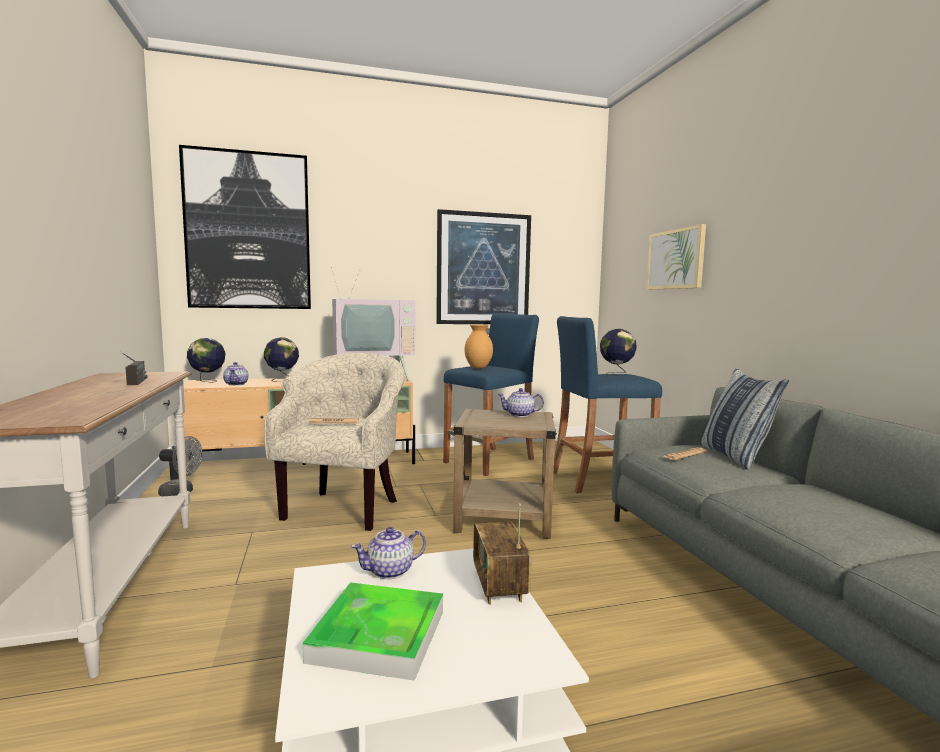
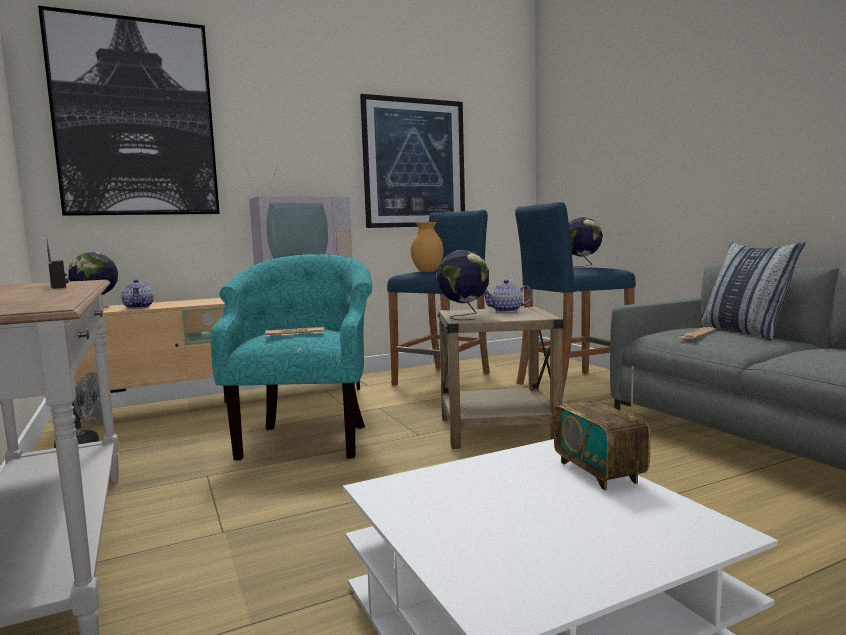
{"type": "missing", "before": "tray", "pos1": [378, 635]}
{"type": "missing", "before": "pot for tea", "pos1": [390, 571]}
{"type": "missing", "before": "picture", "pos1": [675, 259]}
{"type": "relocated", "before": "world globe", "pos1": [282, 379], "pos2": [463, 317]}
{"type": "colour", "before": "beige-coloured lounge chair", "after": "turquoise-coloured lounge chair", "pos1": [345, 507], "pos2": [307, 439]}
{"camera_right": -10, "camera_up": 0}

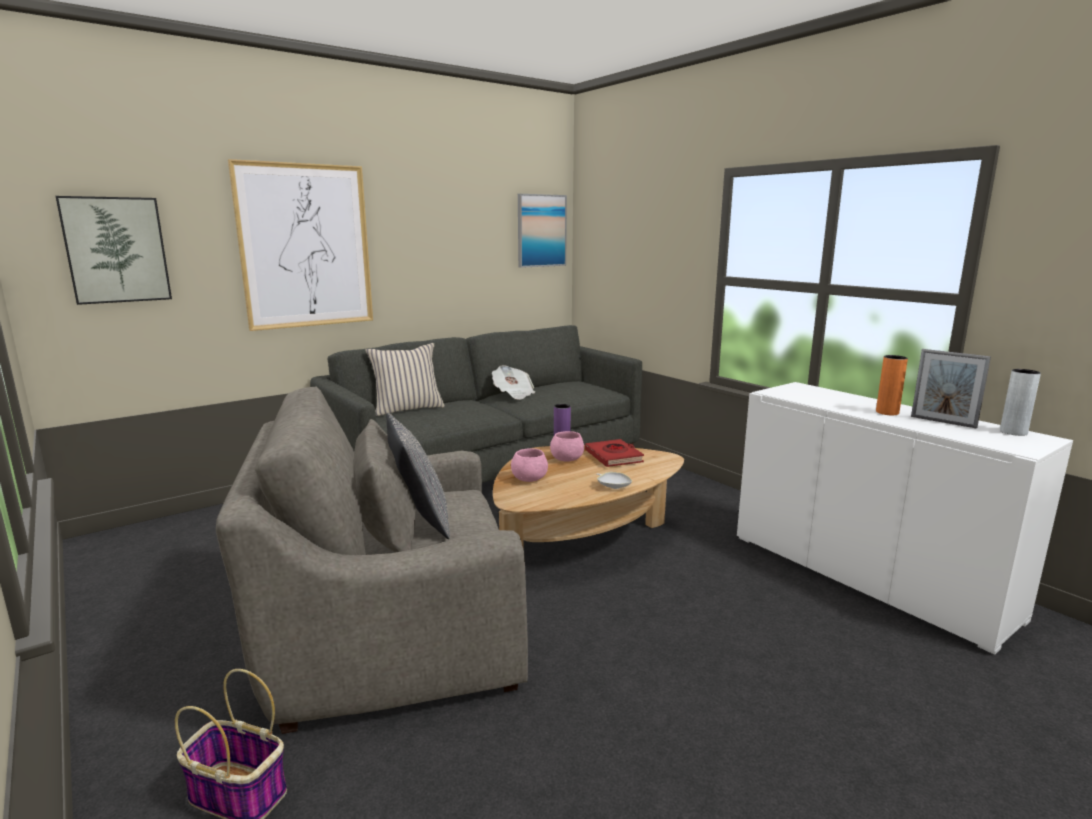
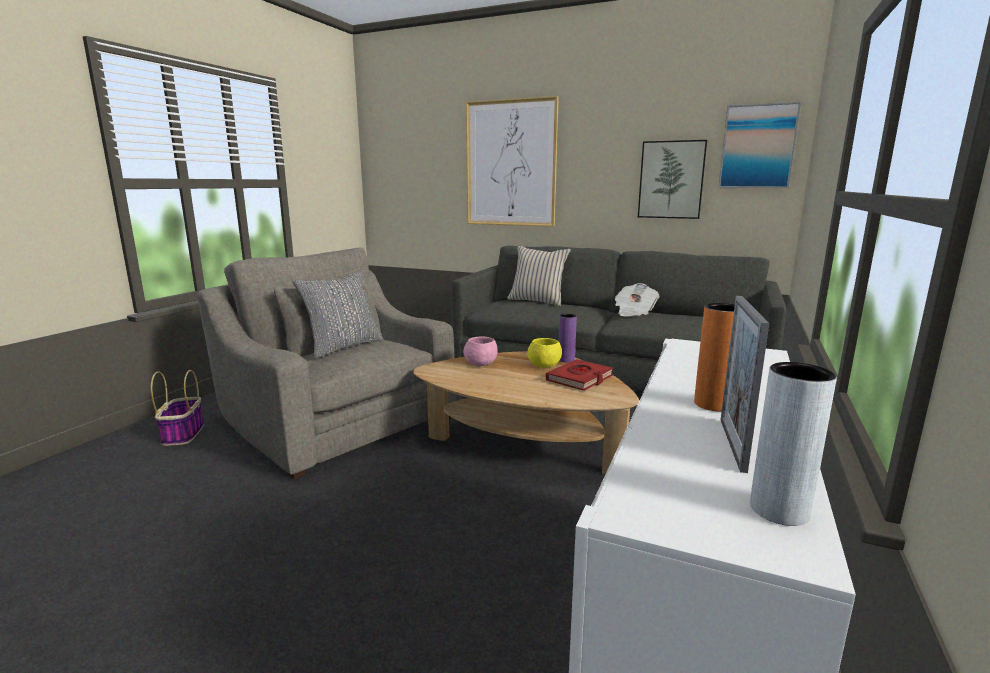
{"type": "missing", "before": "white-coloured bowl", "pos1": [613, 486]}
{"type": "relocated", "before": "picture", "pos1": [116, 250], "pos2": [671, 180]}
{"type": "colour", "before": "pink bowl", "after": "yellowish bowl", "pos1": [567, 459], "pos2": [544, 366]}
{"camera_right": 60, "camera_up": 0}

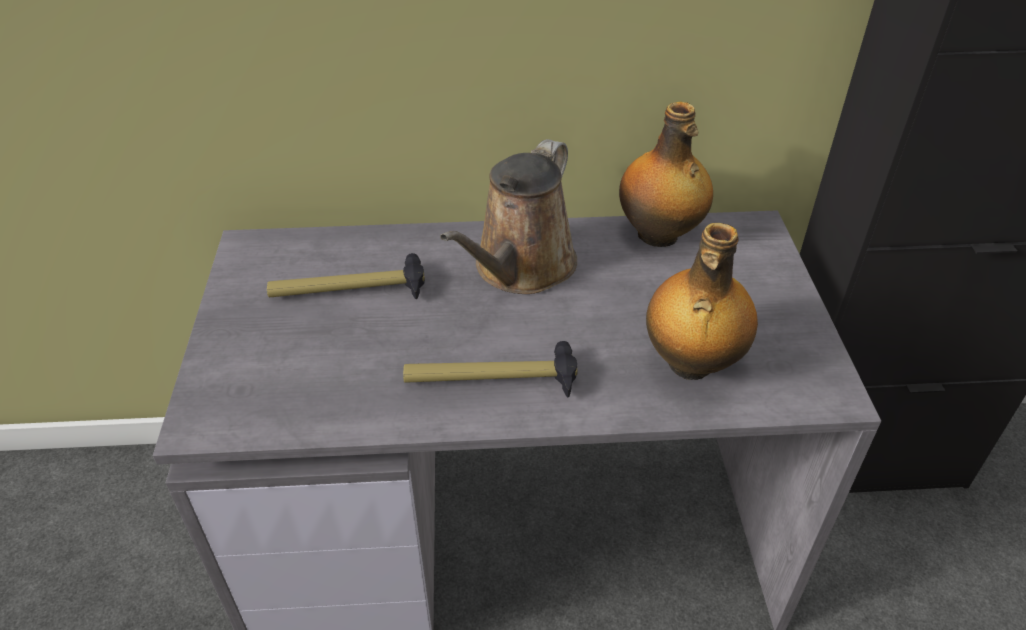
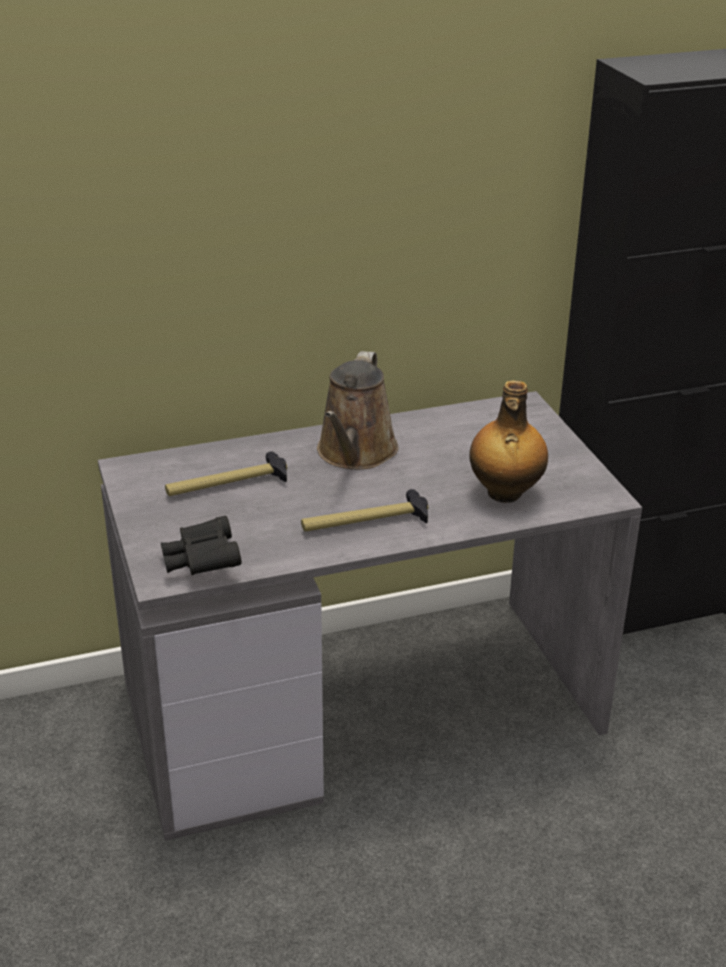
{"type": "missing", "before": "bottle", "pos1": [659, 235]}
{"type": "appeared", "after": "black-coloured pair of binoculars", "pos2": [202, 563]}
{"camera_right": -15, "camera_up": -10}

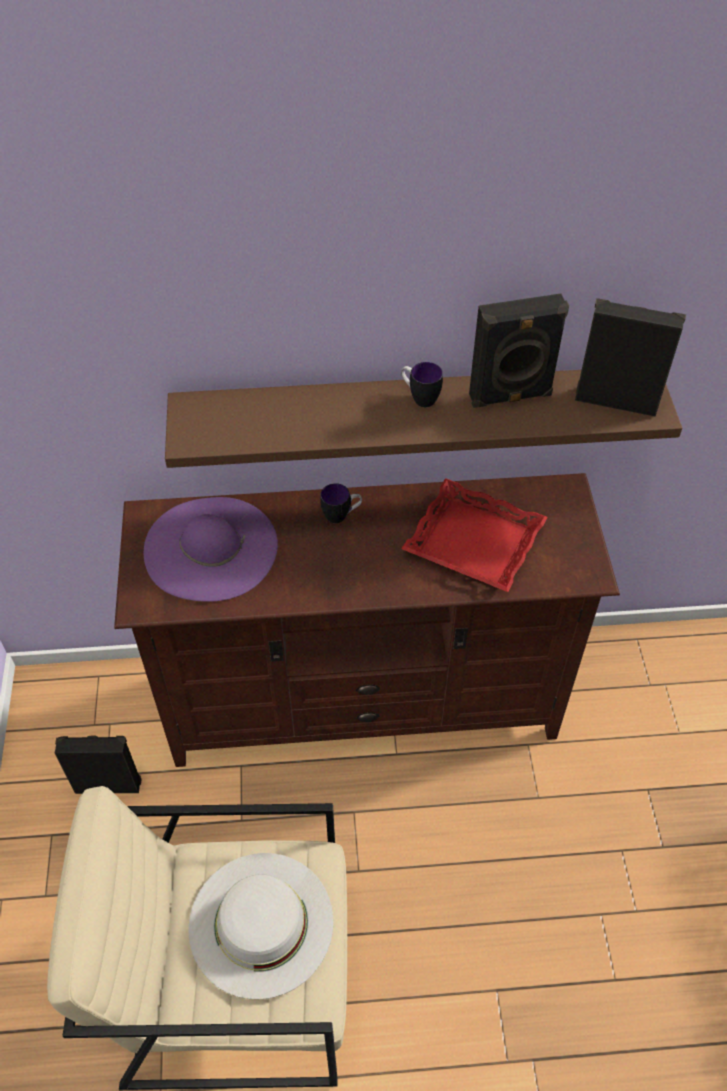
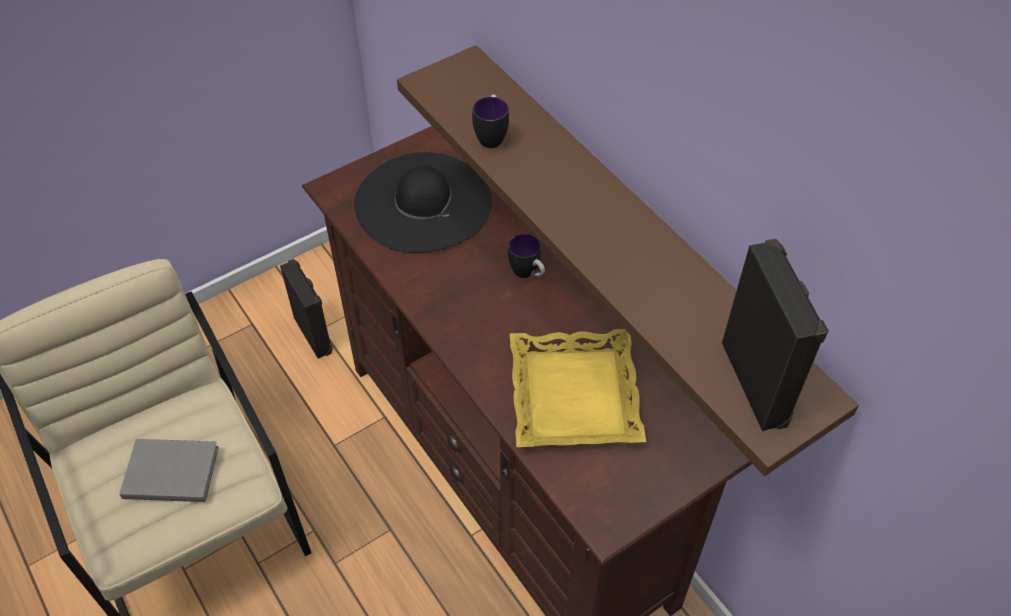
{"type": "missing", "before": "black-coloured loudspeaker", "pos1": [510, 397]}
{"type": "relocated", "before": "coffee mug", "pos1": [419, 398], "pos2": [491, 136]}
{"type": "exchanged", "before": "white-coloured wearable hat", "after": "grey book", "pos1": [261, 923], "pos2": [169, 471]}
{"type": "colour", "before": "purple-coloured wearable hat", "after": "black-coloured wearable hat", "pos1": [210, 548], "pos2": [423, 202]}
{"type": "colour", "before": "red-coloured tray", "after": "yellowish tray", "pos1": [474, 541], "pos2": [575, 395]}
{"camera_right": 60, "camera_up": 0}

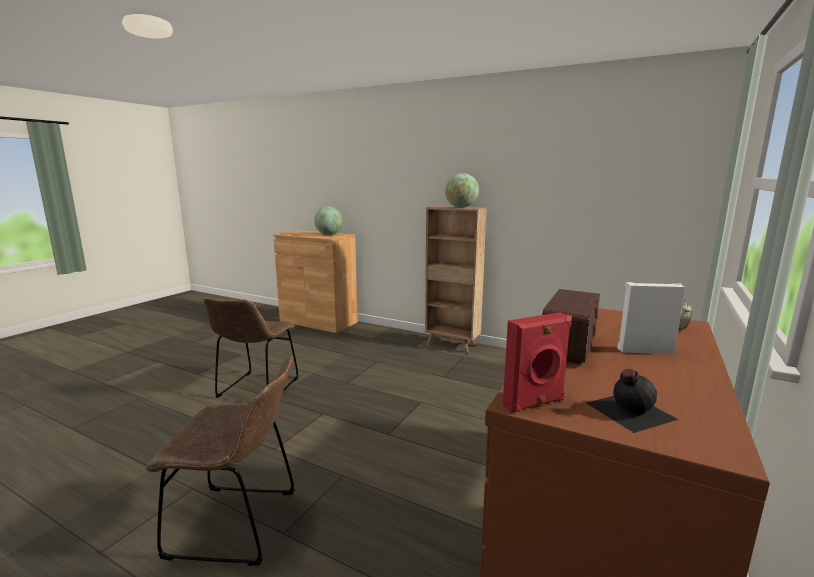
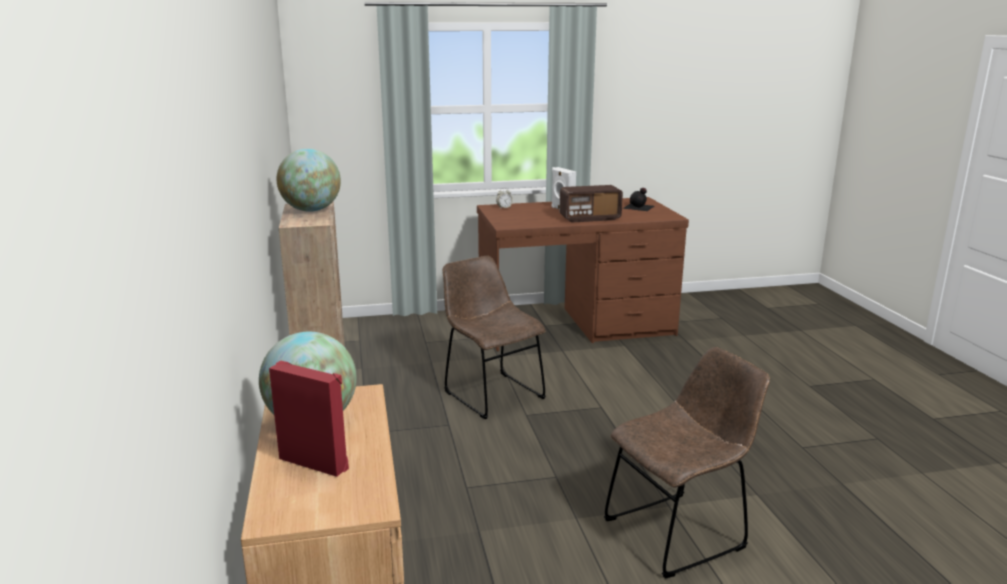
{"type": "relocated", "before": "brown-coloured upright chair", "pos1": [240, 524], "pos2": [491, 393]}
{"type": "relocated", "before": "red-coloured loudspeaker", "pos1": [535, 403], "pos2": [315, 462]}
{"camera_right": -130, "camera_up": 5}

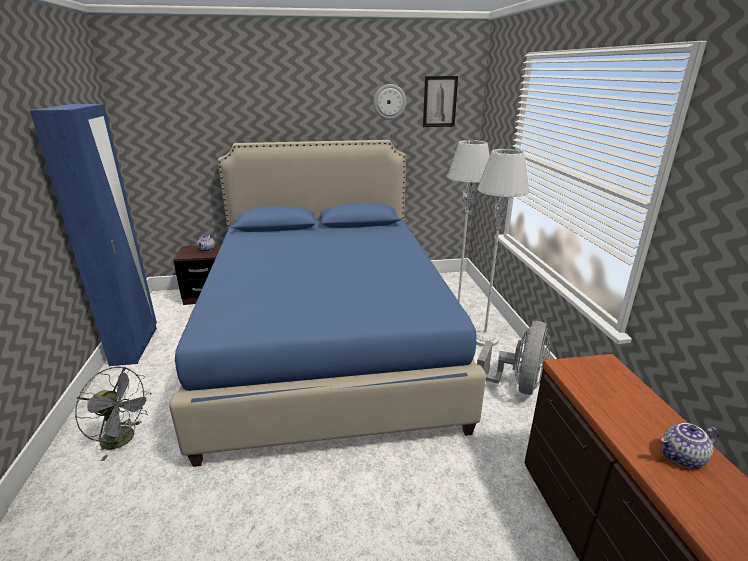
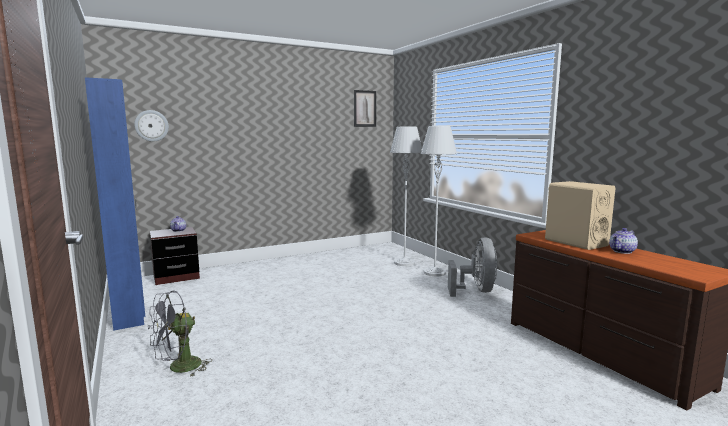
{"type": "missing", "before": "bluish sleeping bed", "pos1": [327, 343]}
{"type": "appeared", "after": "beige-coloured loudspeaker", "pos2": [575, 242]}
{"type": "relocated", "before": "clock on the wall", "pos1": [389, 102], "pos2": [151, 125]}
{"type": "spun", "before": "grey fan", "pos1": [124, 439], "pos2": [178, 368], "turn": 135}
{"camera_right": -20, "camera_up": -15}

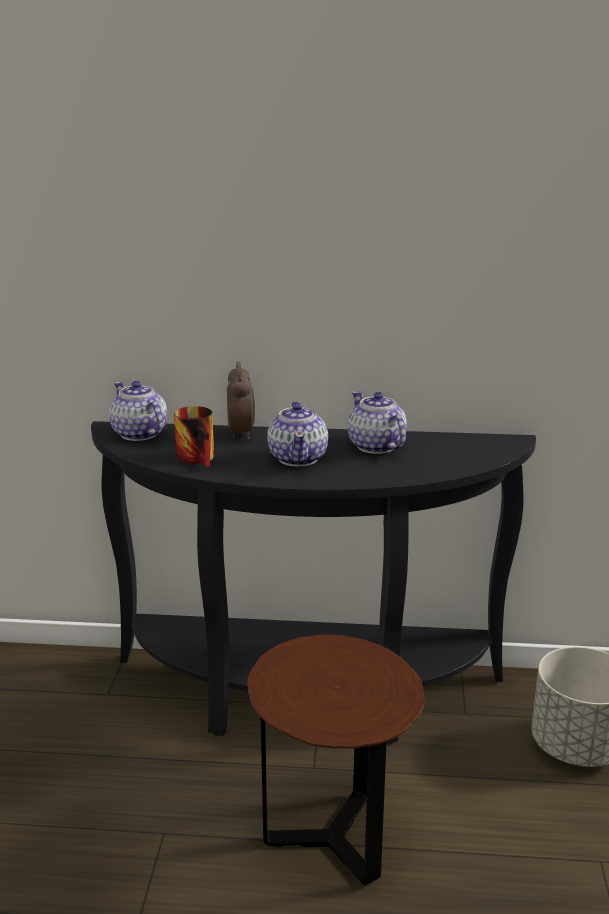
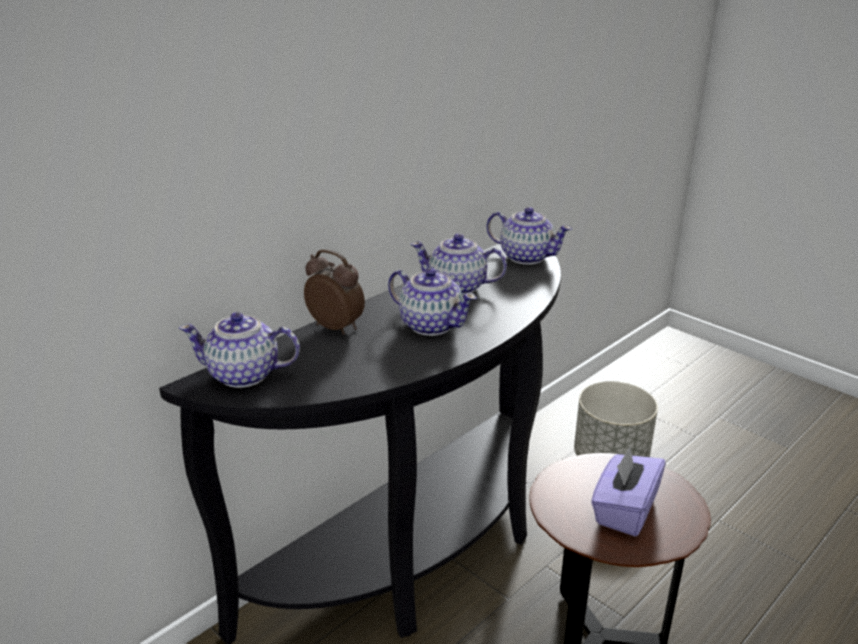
{"type": "missing", "before": "coffee mug", "pos1": [201, 458]}
{"type": "appeared", "after": "pot for tea", "pos2": [526, 257]}
{"type": "appeared", "after": "purple-coloured tissue holder", "pos2": [624, 510]}
{"camera_right": -50, "camera_up": 5}

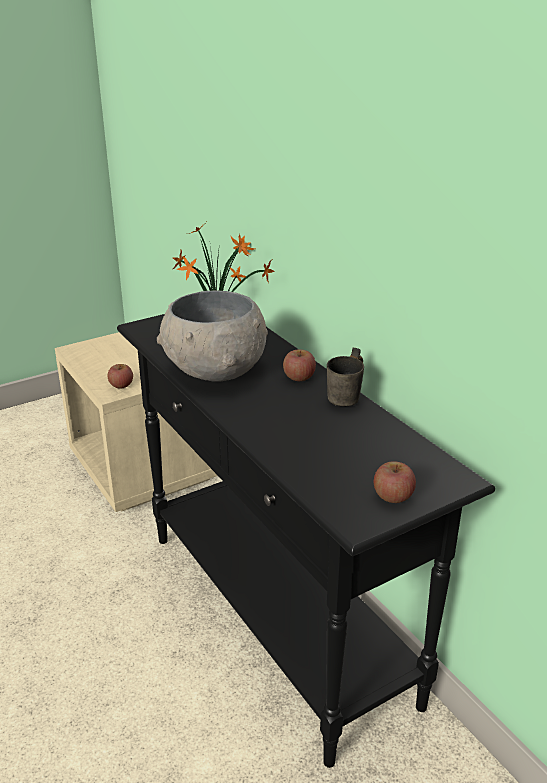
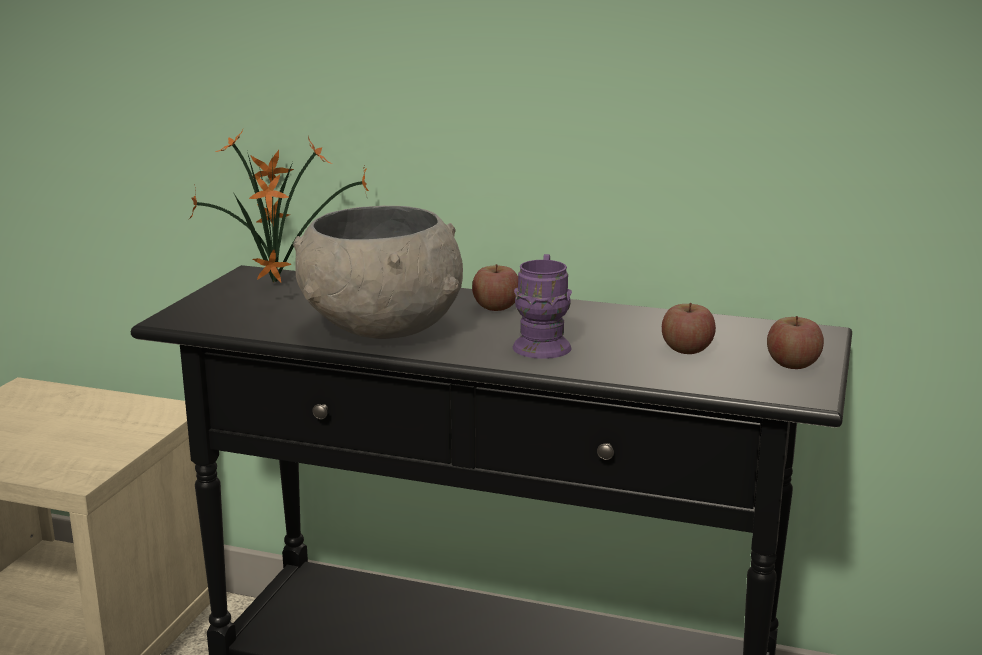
{"type": "missing", "before": "grey coffee mug", "pos1": [350, 398]}
{"type": "appeared", "after": "purple-coloured coffee mug", "pos2": [542, 343]}
{"type": "relocated", "before": "whole apple", "pos1": [121, 385], "pos2": [687, 349]}
{"camera_right": -40, "camera_up": -10}

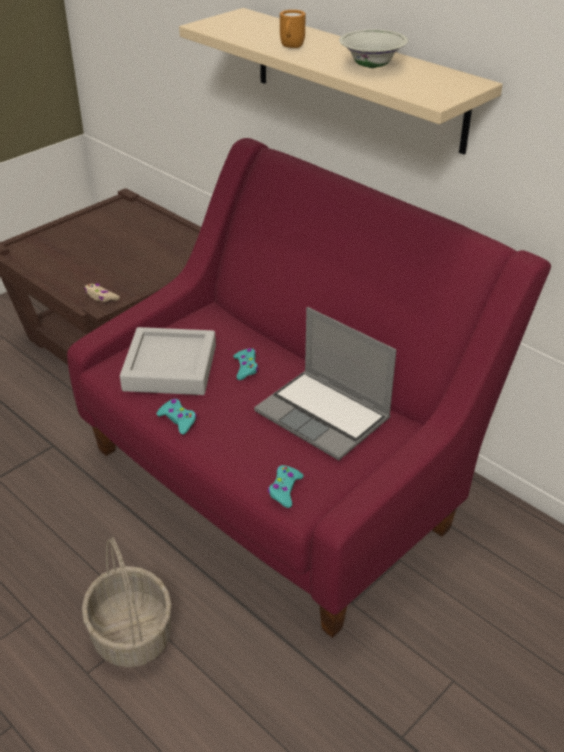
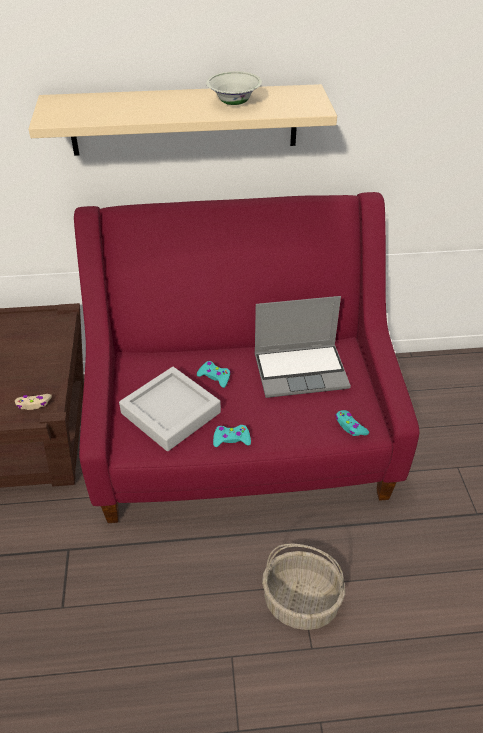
{"type": "missing", "before": "orange coffee mug", "pos1": [291, 48]}
{"camera_right": -50, "camera_up": 5}

